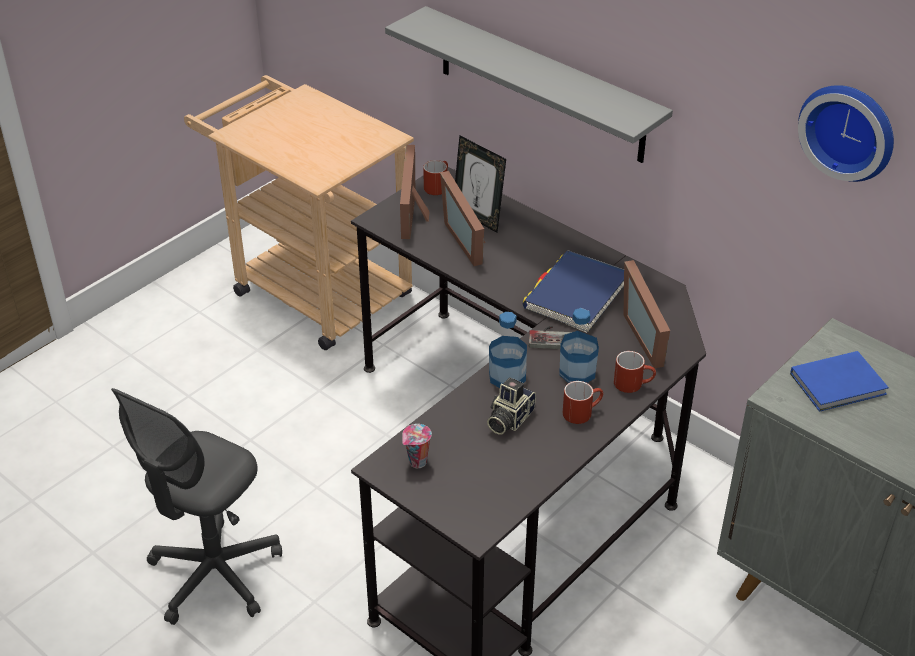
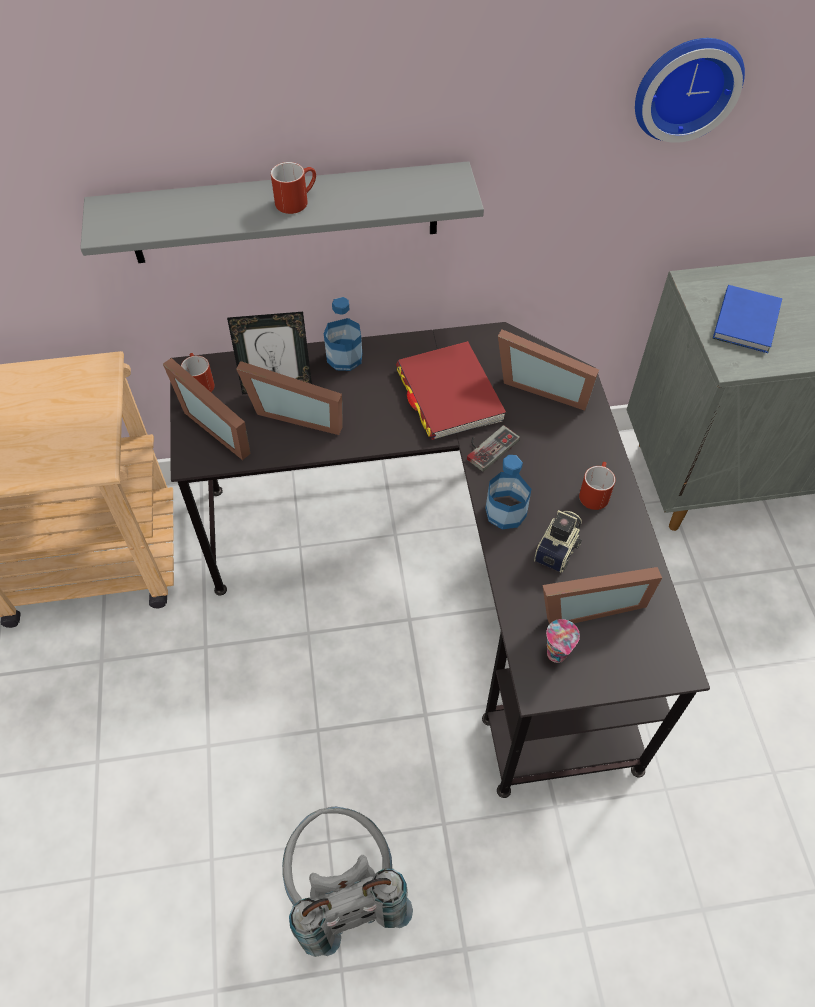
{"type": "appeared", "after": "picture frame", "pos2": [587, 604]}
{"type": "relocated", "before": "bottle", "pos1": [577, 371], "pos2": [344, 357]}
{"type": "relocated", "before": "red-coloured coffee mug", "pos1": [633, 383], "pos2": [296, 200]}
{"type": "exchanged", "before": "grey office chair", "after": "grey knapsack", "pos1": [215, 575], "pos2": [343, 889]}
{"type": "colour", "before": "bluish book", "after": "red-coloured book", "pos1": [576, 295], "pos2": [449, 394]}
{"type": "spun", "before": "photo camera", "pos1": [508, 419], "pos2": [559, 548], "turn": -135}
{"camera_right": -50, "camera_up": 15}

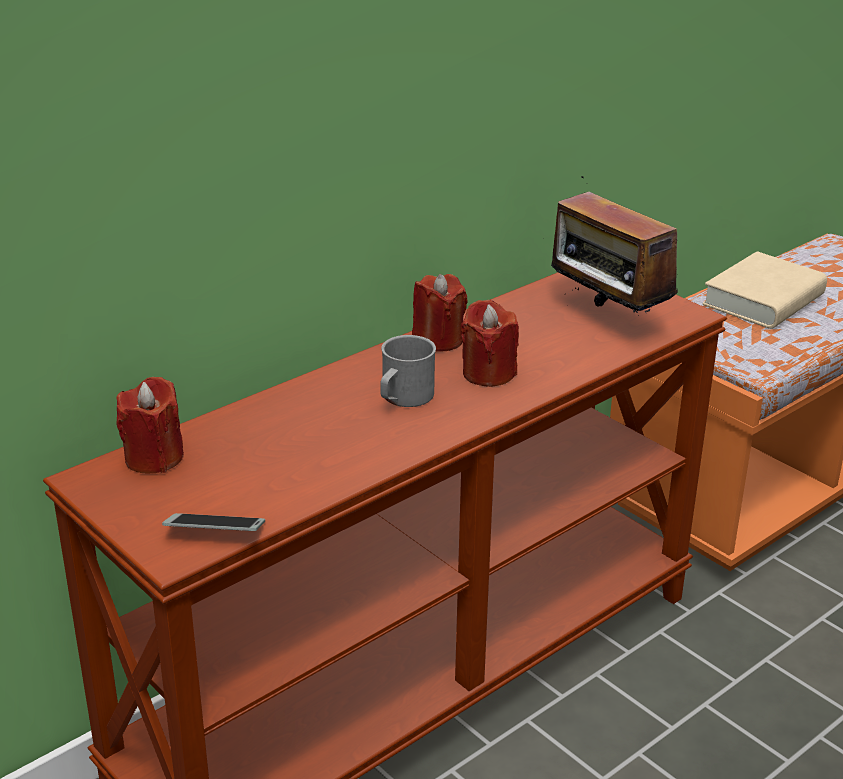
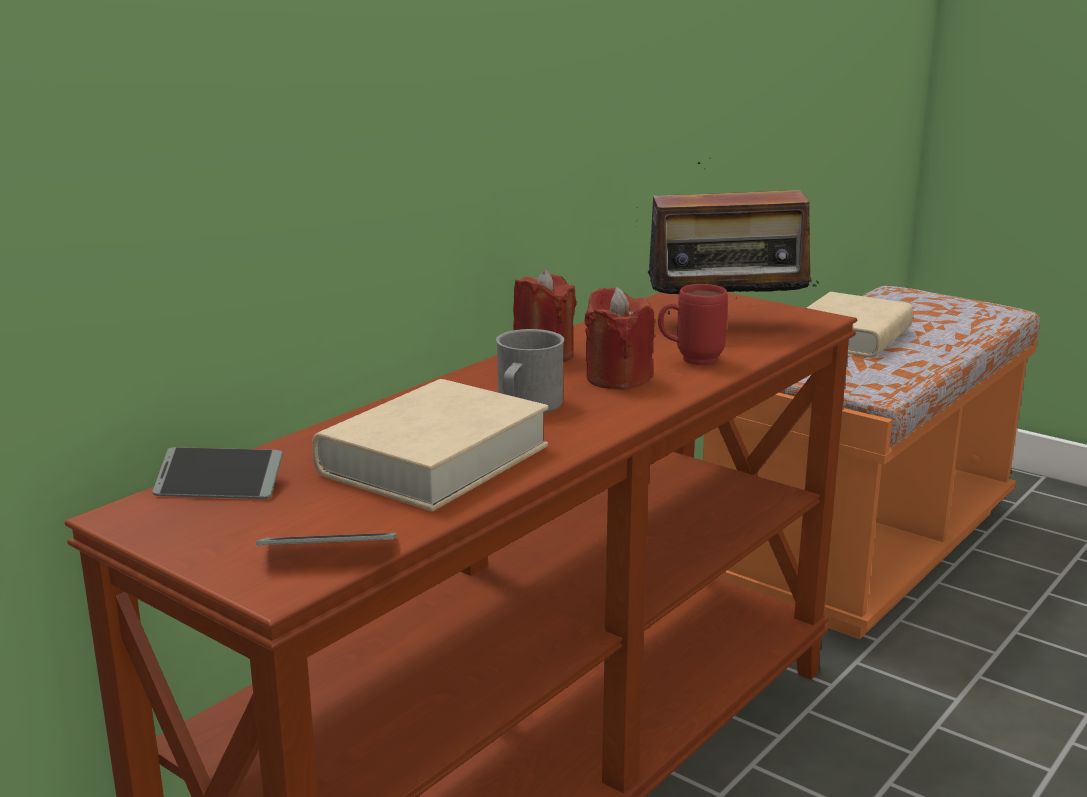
{"type": "appeared", "after": "beige-coloured book", "pos2": [434, 460]}
{"type": "appeared", "after": "red-coloured coffee mug", "pos2": [690, 360]}
{"type": "exchanged", "before": "red-coloured wax light", "after": "phone", "pos1": [154, 458], "pos2": [219, 486]}
{"type": "spun", "before": "radio set", "pos1": [606, 318], "pos2": [727, 326], "turn": -45}
{"camera_right": -10, "camera_up": -10}

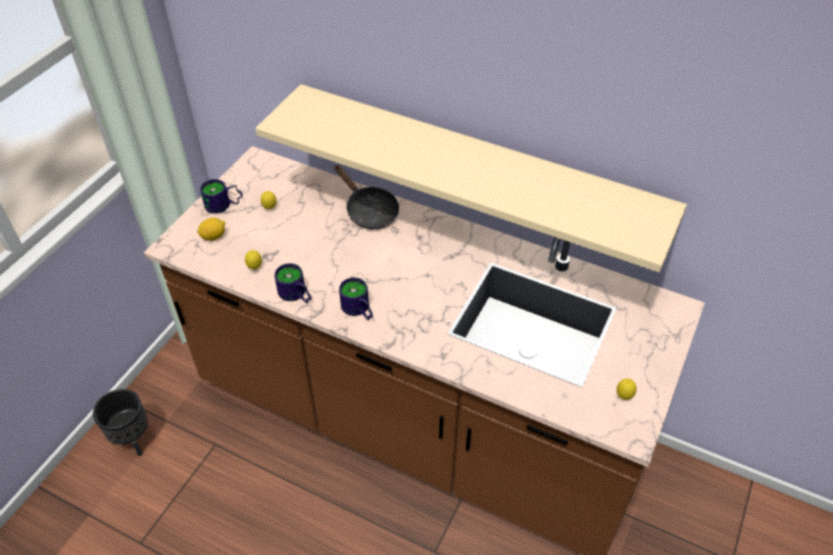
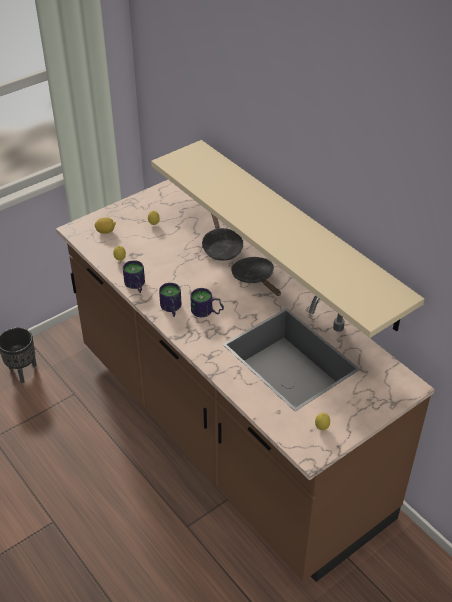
{"type": "appeared", "after": "black-coloured frying pan", "pos2": [255, 278]}
{"type": "relocated", "before": "coffee mug", "pos1": [224, 206], "pos2": [206, 312]}
{"camera_right": 25, "camera_up": -5}

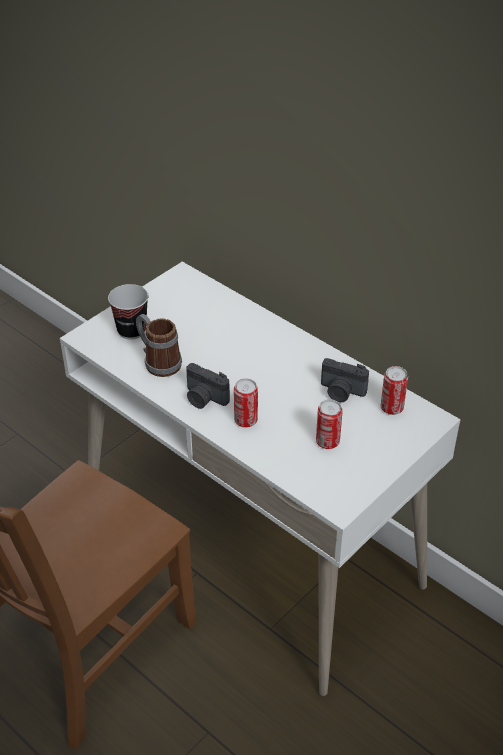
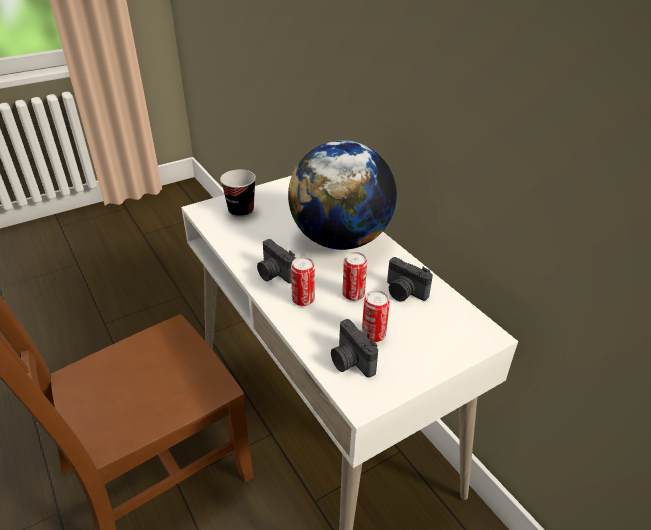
{"type": "missing", "before": "coffee mug", "pos1": [158, 361]}
{"type": "appeared", "after": "world globe", "pos2": [340, 240]}
{"type": "appeared", "after": "photo camera", "pos2": [350, 362]}
{"type": "relocated", "before": "metal can", "pos1": [391, 408], "pos2": [353, 294]}
{"camera_right": 15, "camera_up": -5}

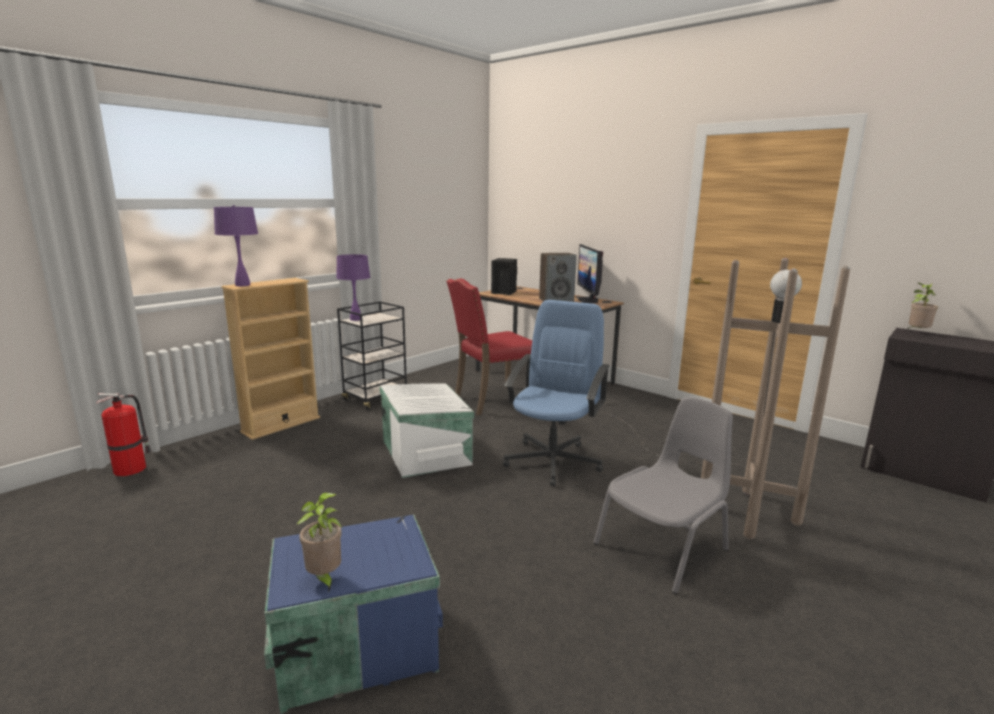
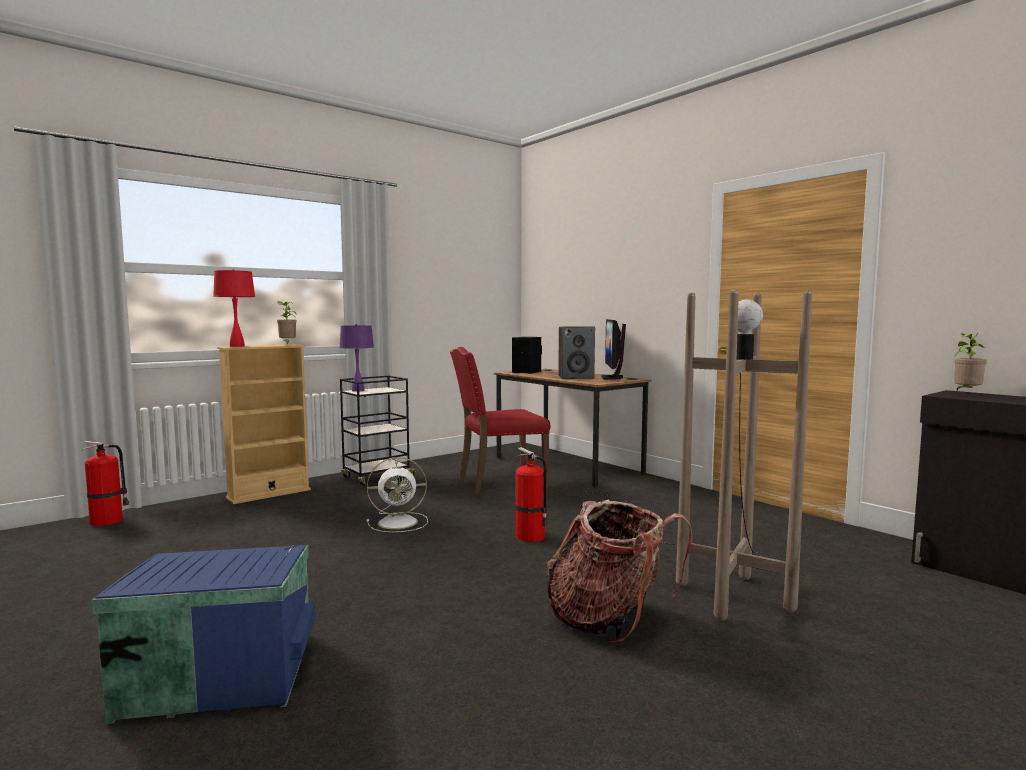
{"type": "relocated", "before": "potted plant", "pos1": [324, 578], "pos2": [287, 344]}
{"type": "exchanged", "before": "white-coloured storage container", "after": "white-coloured fan", "pos1": [427, 452], "pos2": [399, 522]}
{"type": "exchanged", "before": "bluish office chair", "after": "fire-fighting cylinder", "pos1": [553, 461], "pos2": [531, 536]}
{"type": "exchanged", "before": "grey upright chair", "after": "knapsack", "pos1": [663, 547], "pos2": [610, 620]}
{"type": "colour", "before": "purple-coloured lamp for a table", "after": "red-coloured lamp for a table", "pos1": [242, 285], "pos2": [236, 346]}
{"camera_right": 10, "camera_up": -10}

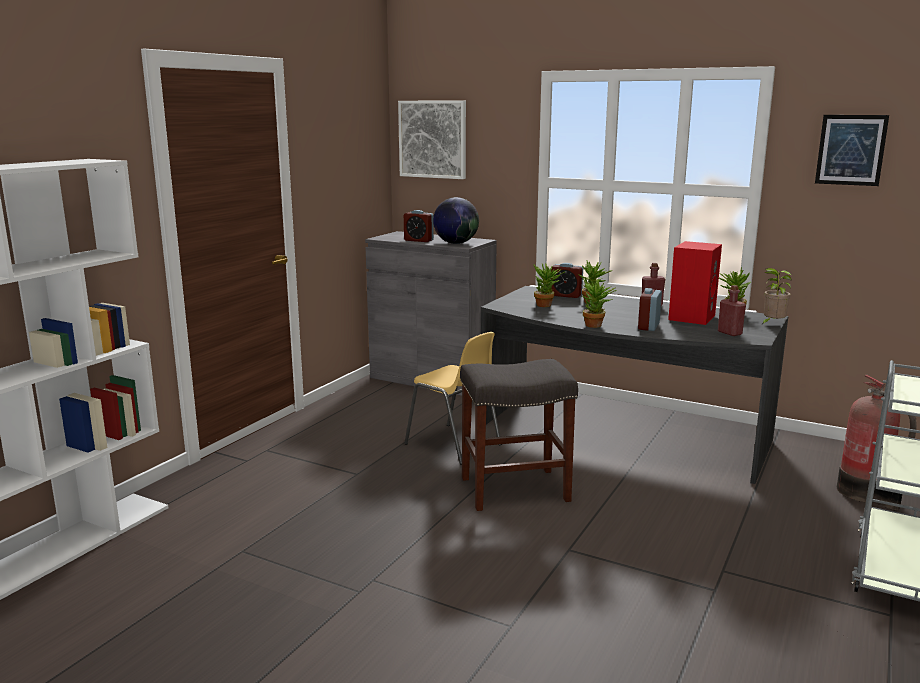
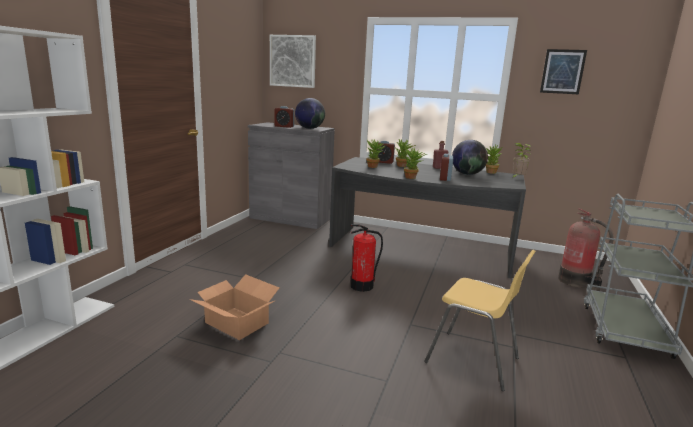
{"type": "missing", "before": "red-coloured bottle", "pos1": [729, 333]}
{"type": "appeared", "after": "cardboard box", "pos2": [237, 322]}
{"type": "relocated", "before": "yellowish upright chair", "pos1": [454, 444], "pos2": [473, 360]}
{"type": "exchanged", "before": "grey stool seat", "after": "fire-fighting cylinder", "pos1": [513, 490], "pos2": [362, 286]}
{"type": "exchanged", "before": "red-coloured loudspeaker", "after": "world globe", "pos1": [691, 317], "pos2": [467, 174]}
{"camera_right": -10, "camera_up": 0}

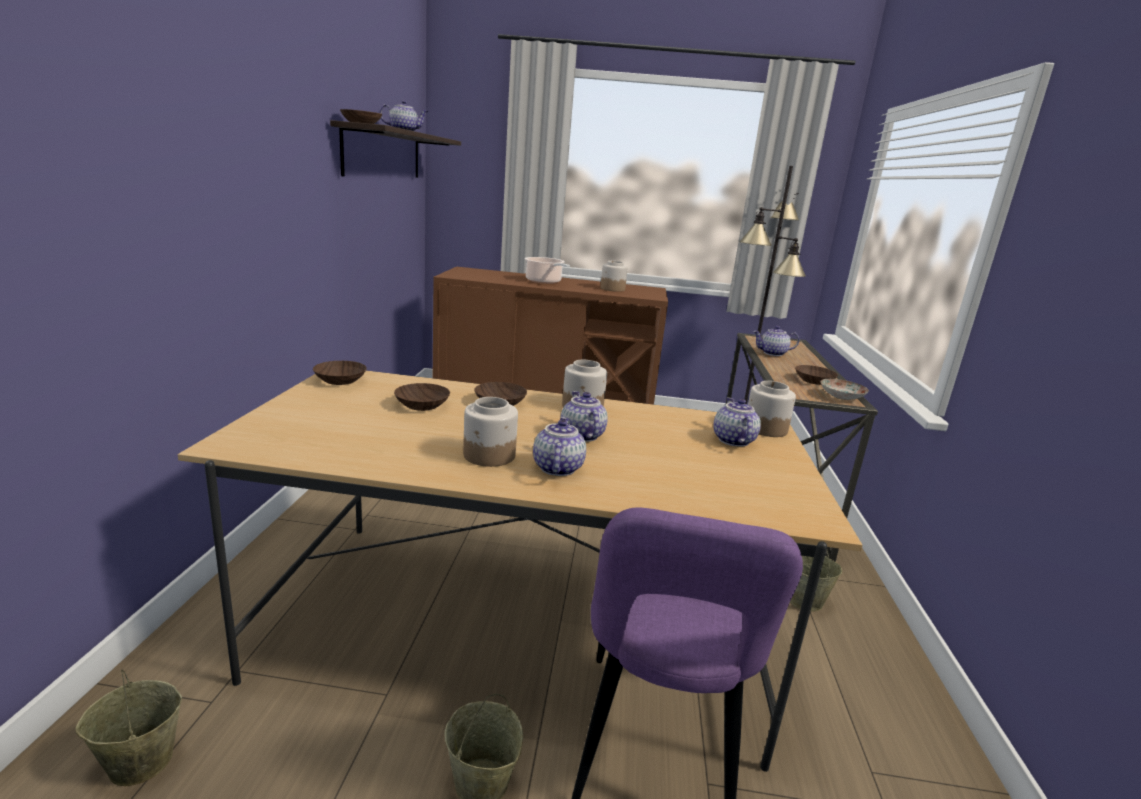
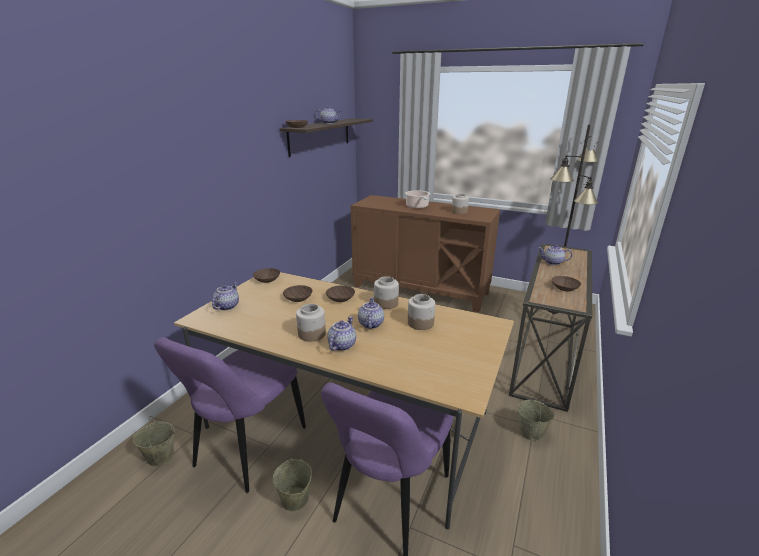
{"type": "missing", "before": "dinner plate", "pos1": [842, 396]}
{"type": "appeared", "after": "purple-coloured upright chair", "pos2": [247, 450]}
{"type": "relocated", "before": "pot for tea", "pos1": [732, 440], "pos2": [227, 306]}
{"type": "relocated", "before": "storage jar", "pos1": [765, 428], "pos2": [420, 323]}
{"camera_right": 20, "camera_up": 5}

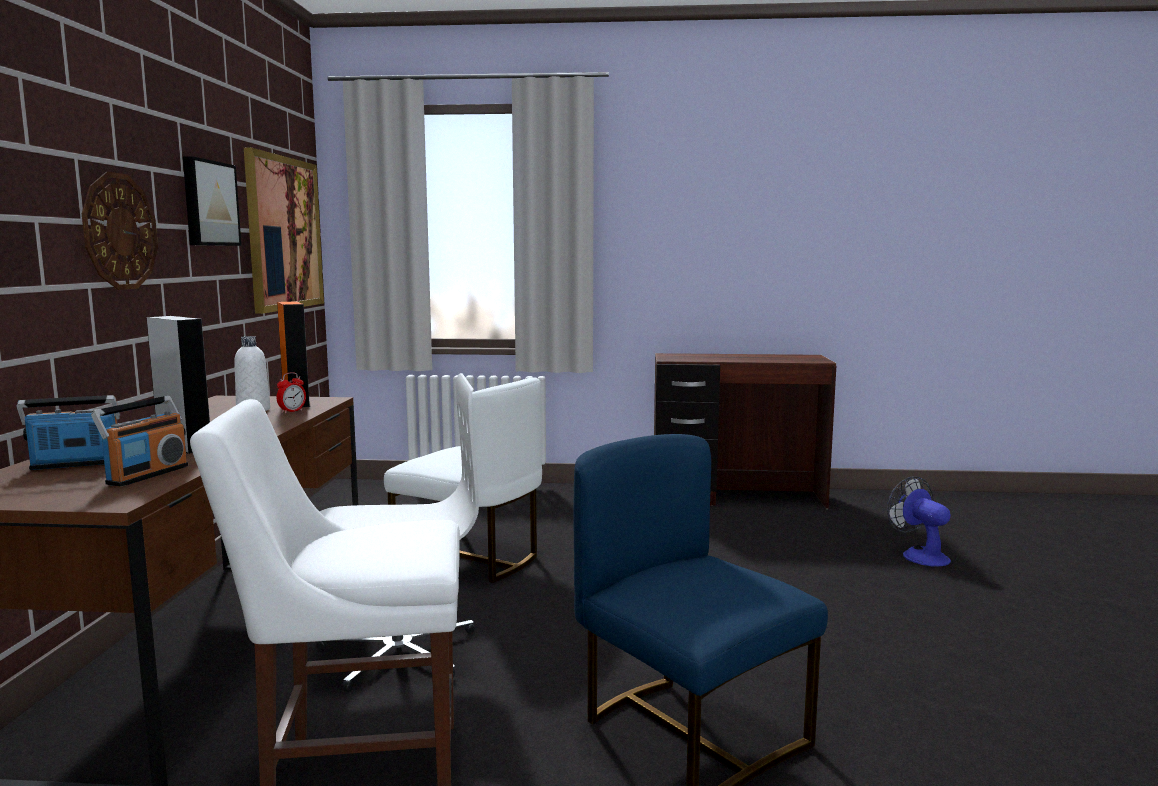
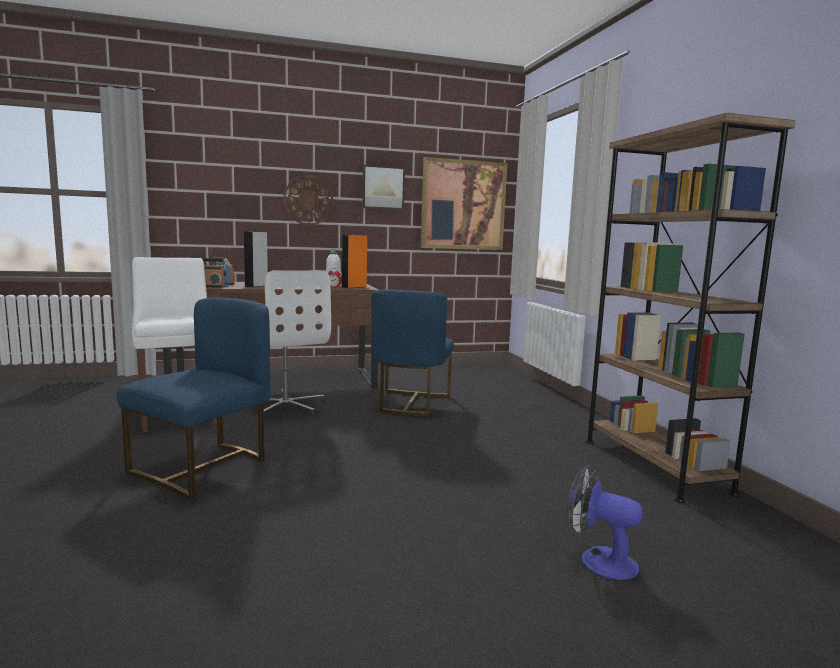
{"type": "exchanged", "before": "brown-coloured desk table", "after": "brown-coloured bookshelf", "pos1": [737, 498], "pos2": [654, 465]}
{"type": "colour", "before": "white-coloured upright chair", "after": "bluish upright chair", "pos1": [470, 559], "pos2": [410, 403]}
{"type": "spun", "before": "fan", "pos1": [919, 555], "pos2": [598, 560], "turn": -105}
{"camera_right": 70, "camera_up": 0}

